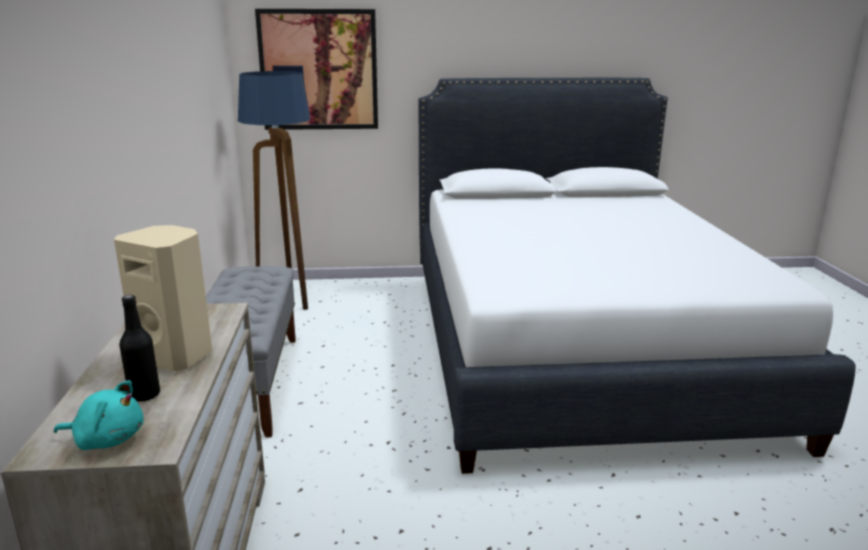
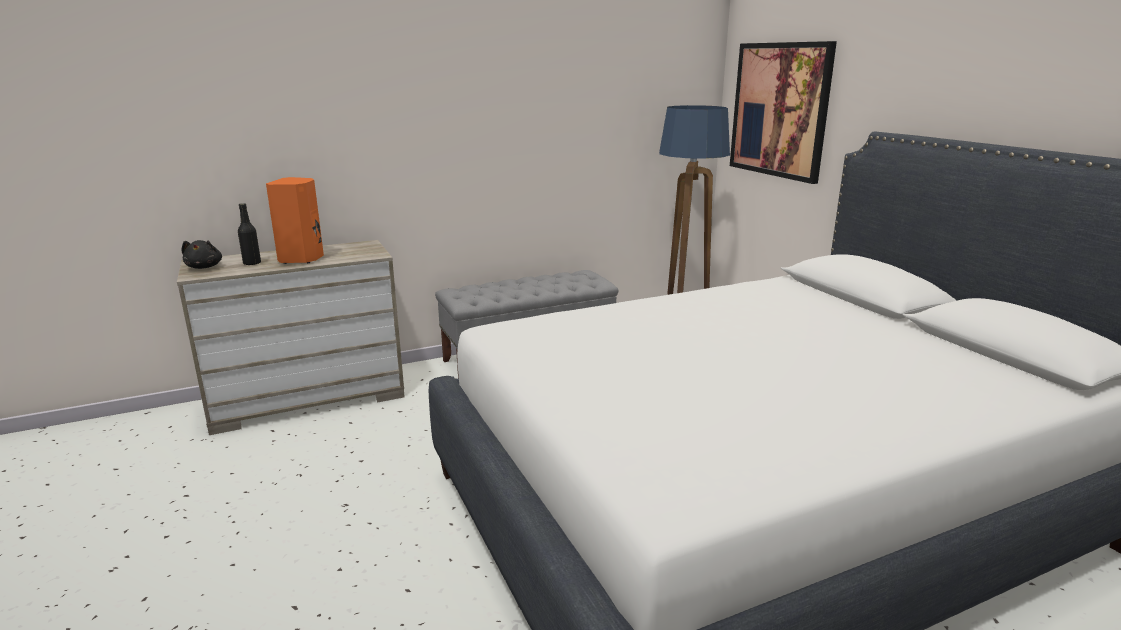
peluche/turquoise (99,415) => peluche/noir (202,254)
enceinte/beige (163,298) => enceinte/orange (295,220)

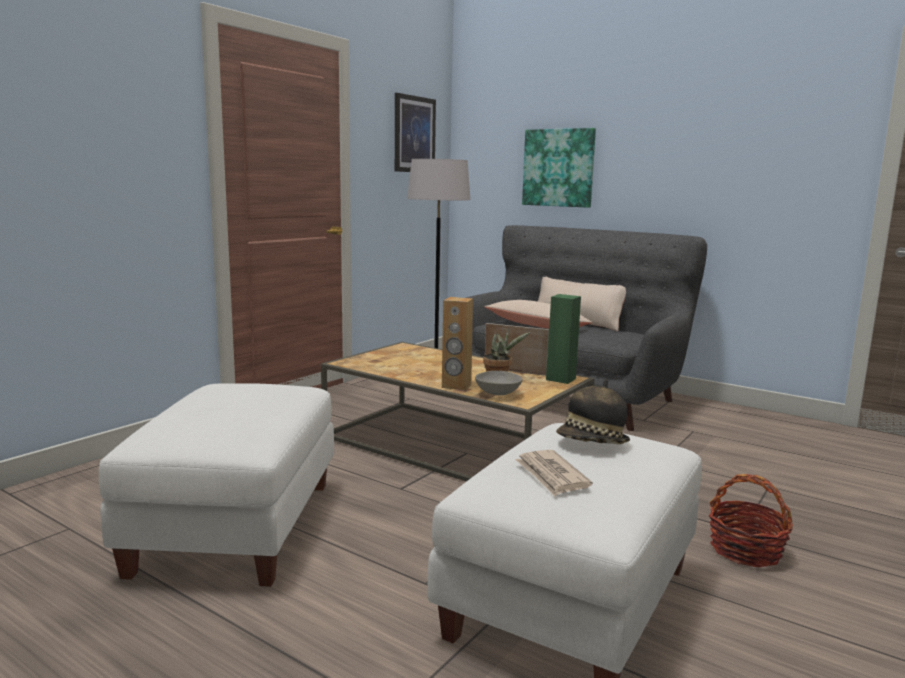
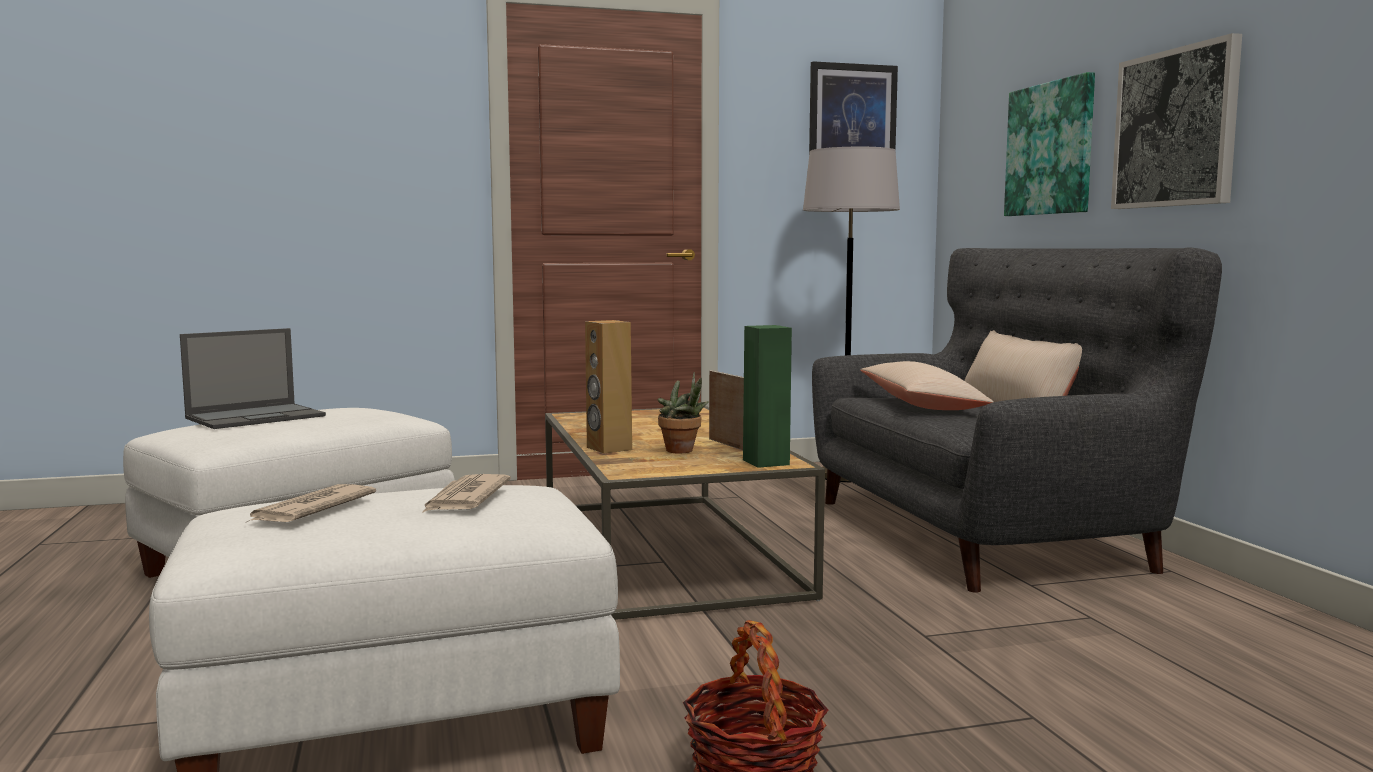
bol/gris (499,383) => nothing
nothing => ordinateur portable (253,378)
nothing => tableau (1176,121)
chapeau (593,411) => journal (466,493)

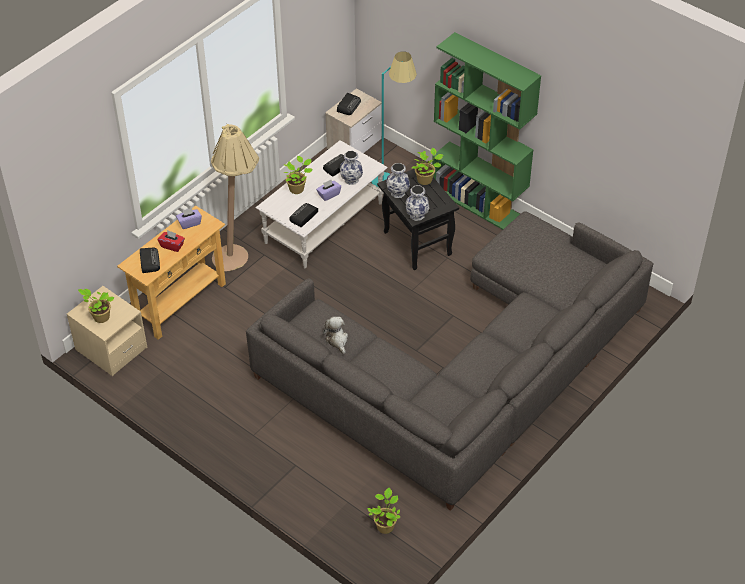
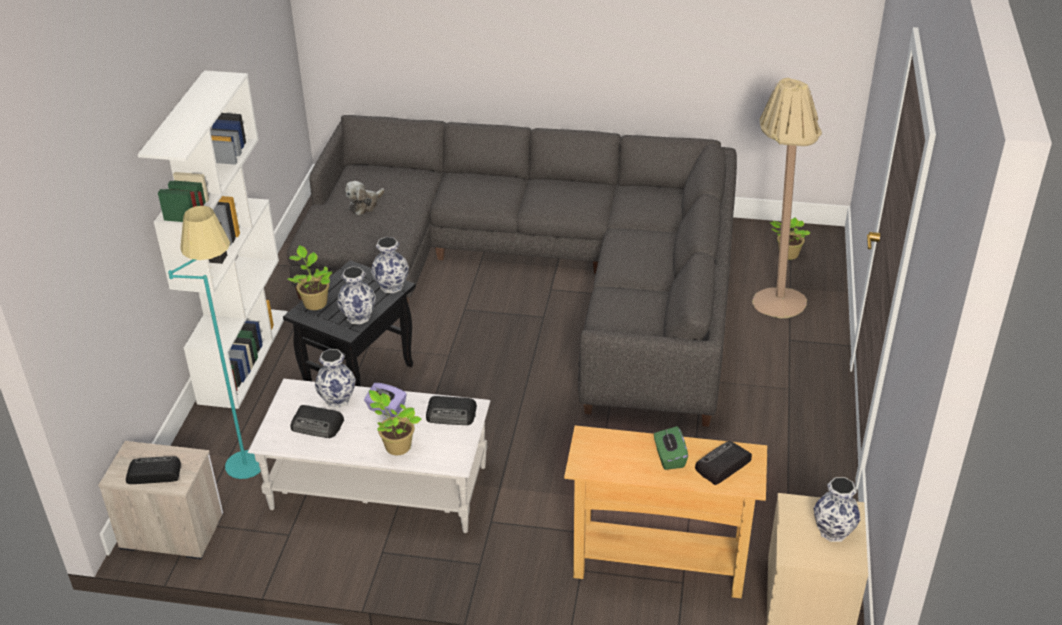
boîte à mouchoirs/violet (189,218) => nothing
lampadaire/beige (235,197) => lampadaire/beige (787,198), move
peluche (335,335) => peluche (365,198), move
plante en pot (96,306) => vase (837,509)
boîte à mouchoirs/rouge (171,241) => boîte à mouchoirs/vert (671,448)
bibliothèque/vert (486,131) => bibliothèque/blanc (213,239)

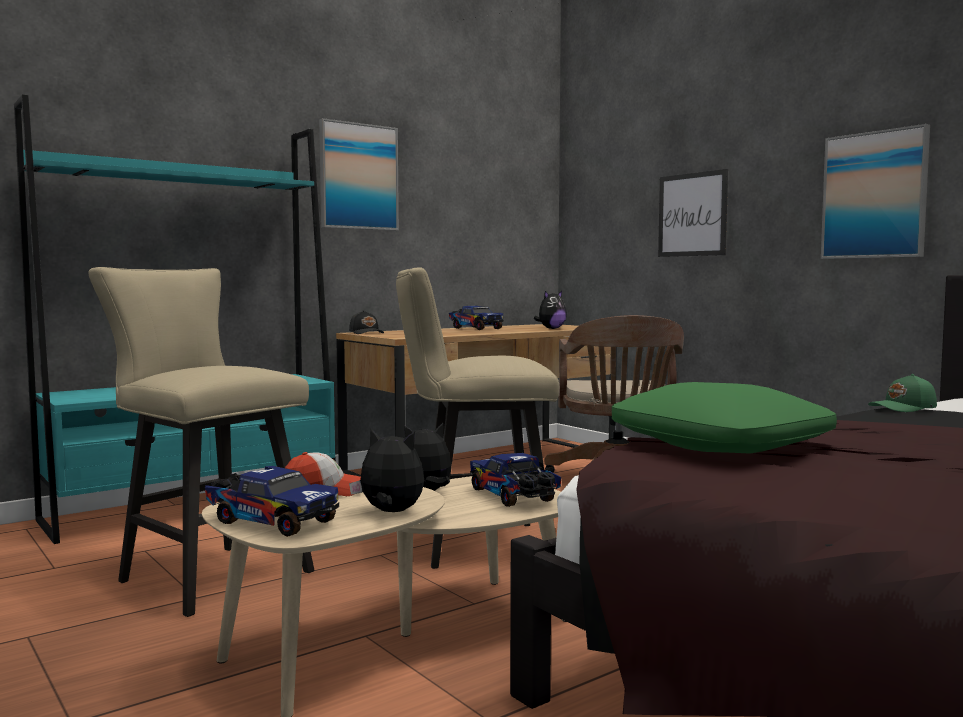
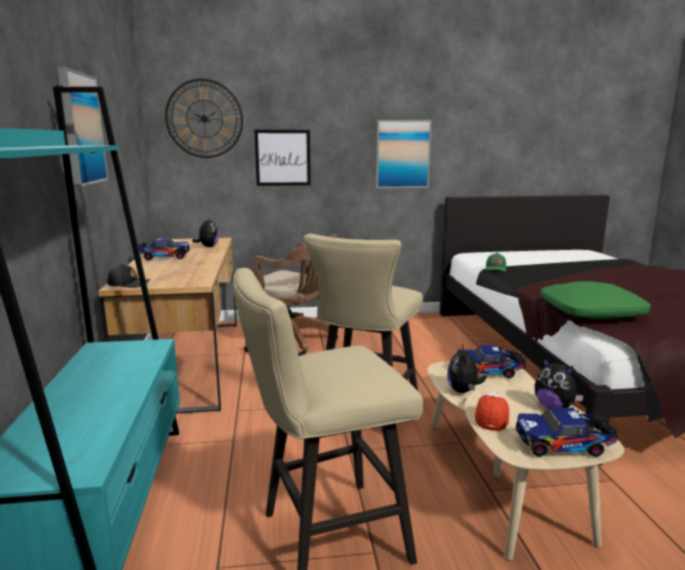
nothing => horloge murale (204,118)
camion jouet (272,501) => camion jouet (567,432), 150 degrees counterclockwise
peluche (386,470) => peluche (559,383), 90 degrees counterclockwise

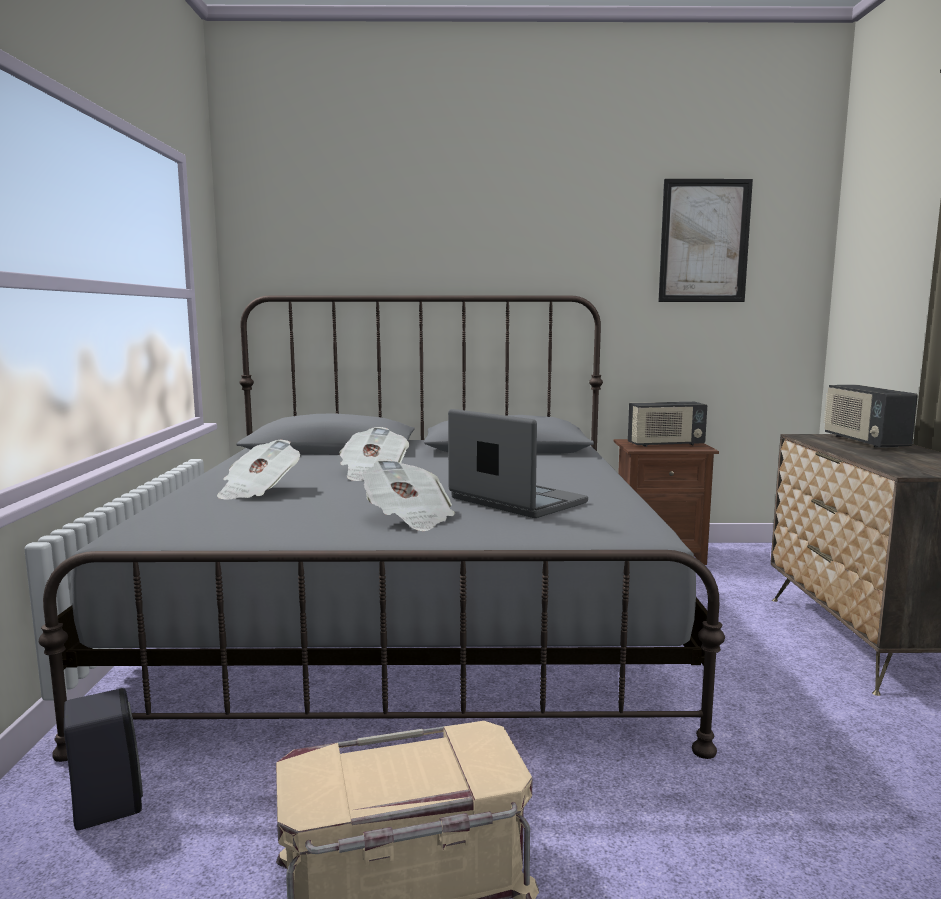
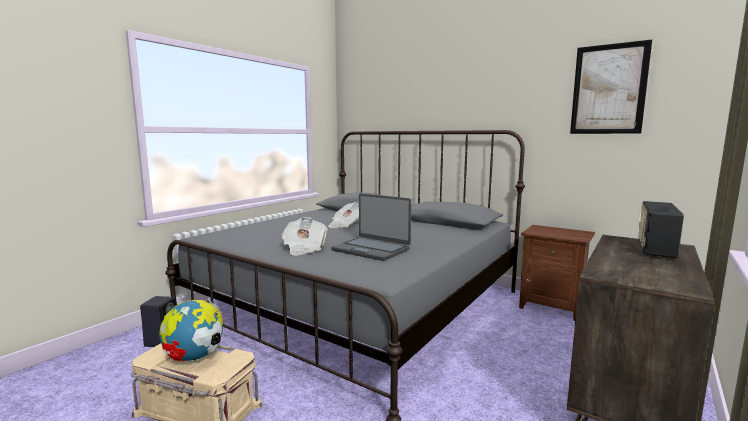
journal (258,470) => nothing
radio (667,424) => nothing
nothing => globe (191,330)
ordinateur portable (518,463) => ordinateur portable (371,227), 135 degrees clockwise

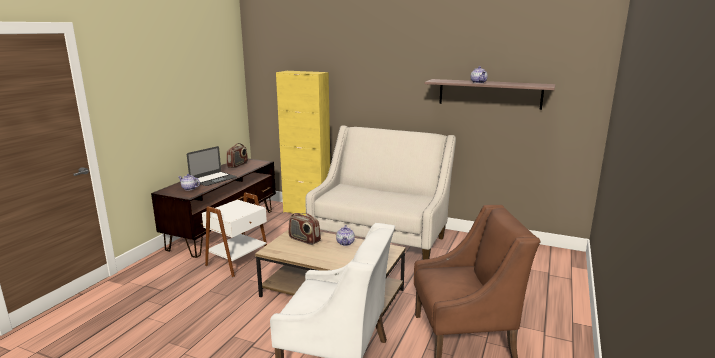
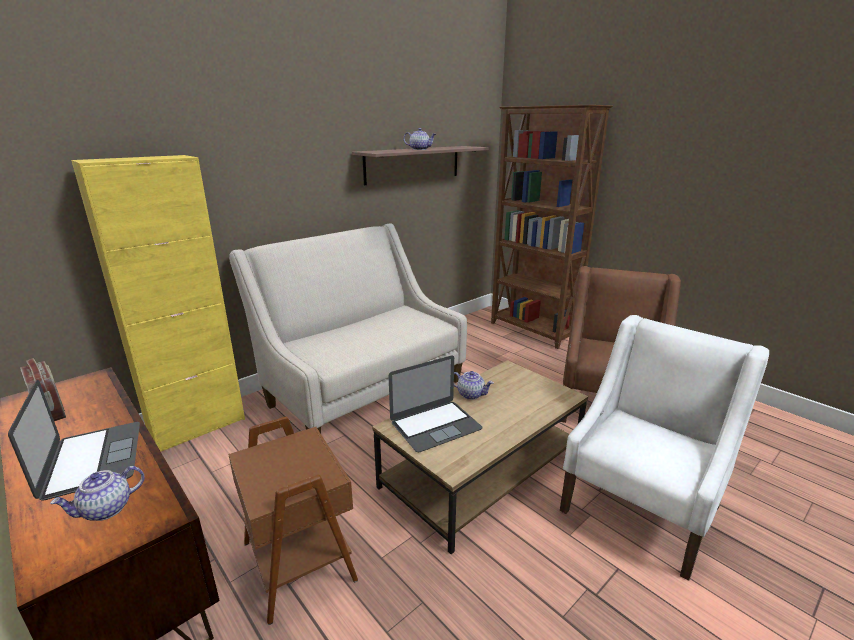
nothing => bibliothèque/marron (552,227)
radio (305,229) => ordinateur portable (436,404)
table d'appoint/blanc (234,234) => table d'appoint/marron (293,521)

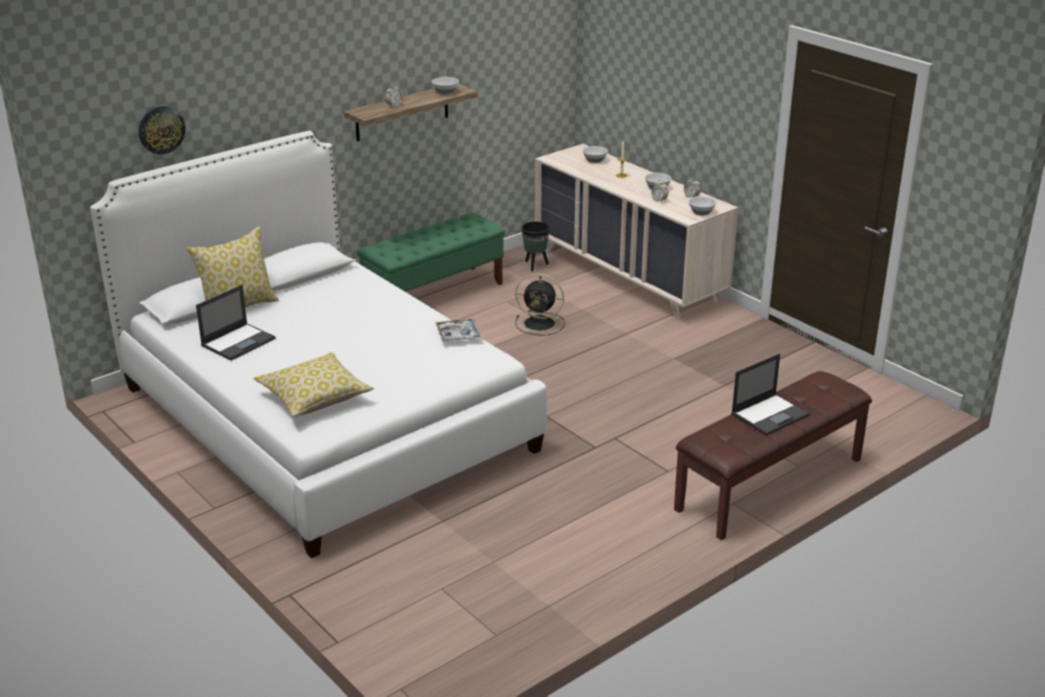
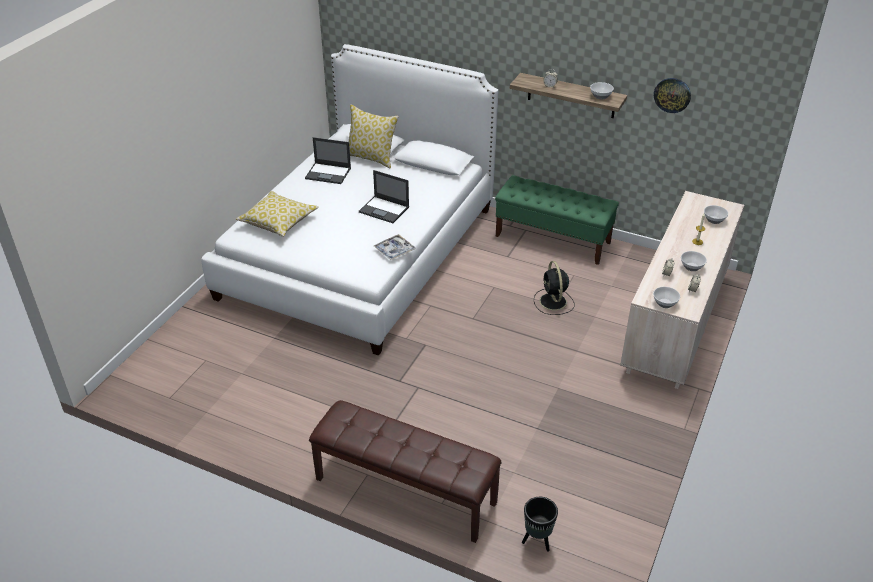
horloge murale (162,130) => horloge murale (672,95), move
cache-pot/noir (536,246) => cache-pot/noir (540,524), move
ordinateur portable (770,395) => ordinateur portable (384,196), move

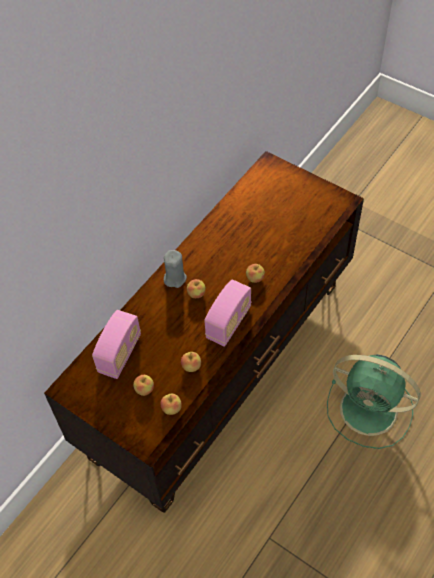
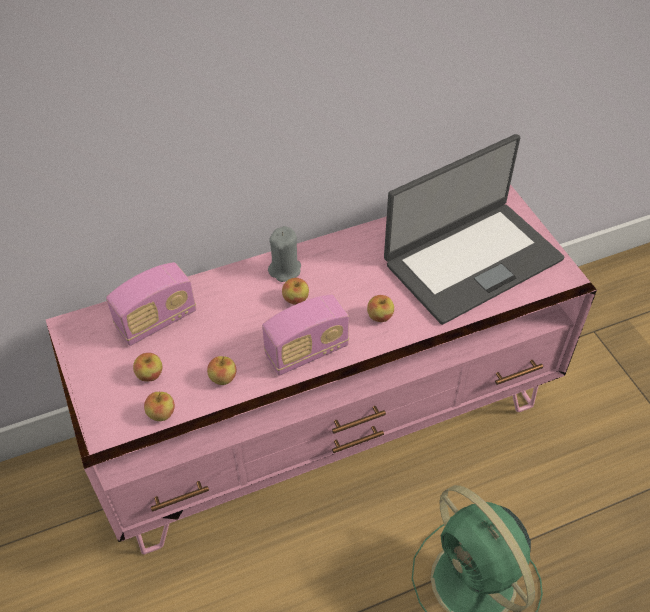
nothing => ordinateur portable (474,229)
meuble télé/marron (204,332) => meuble télé/rose (321,369)

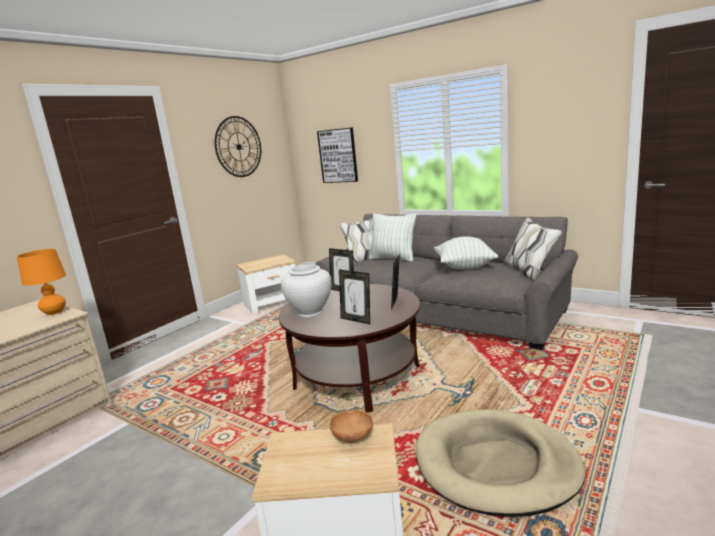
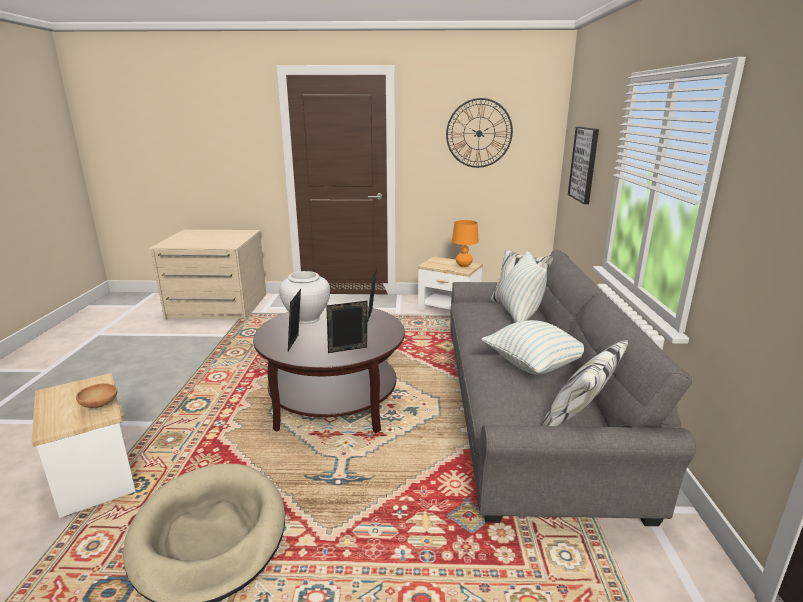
lampe de table/orange (41,282) => lampe de table/orange (465,243), move

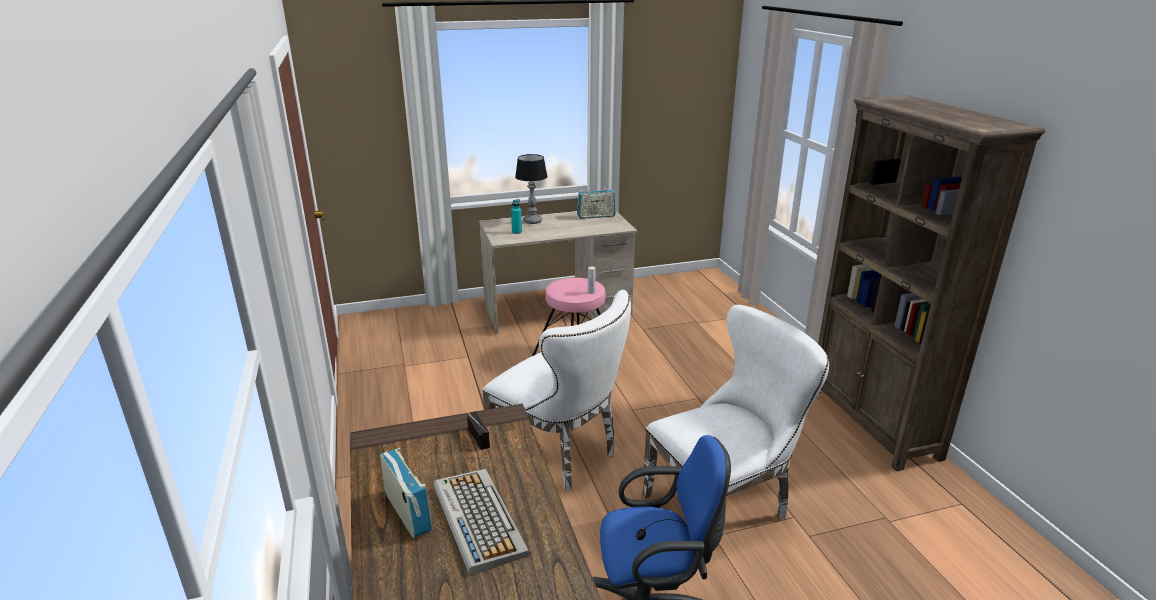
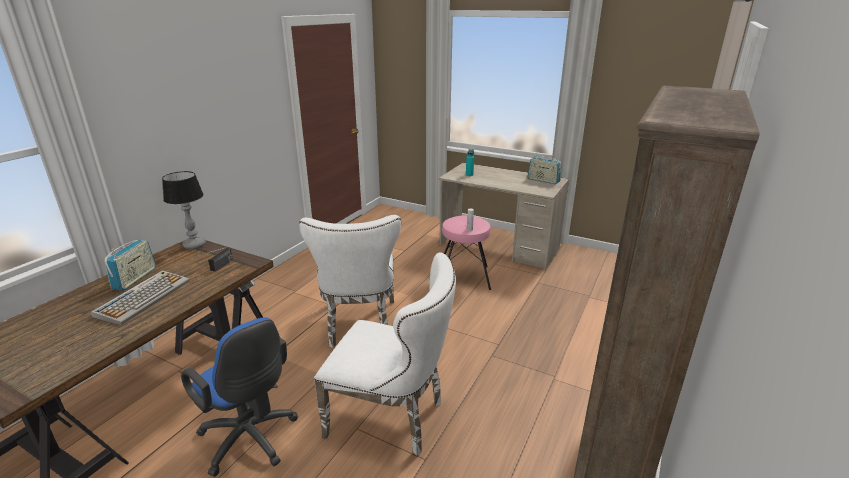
lampe de table (531,189) => lampe de table (184,210), move

